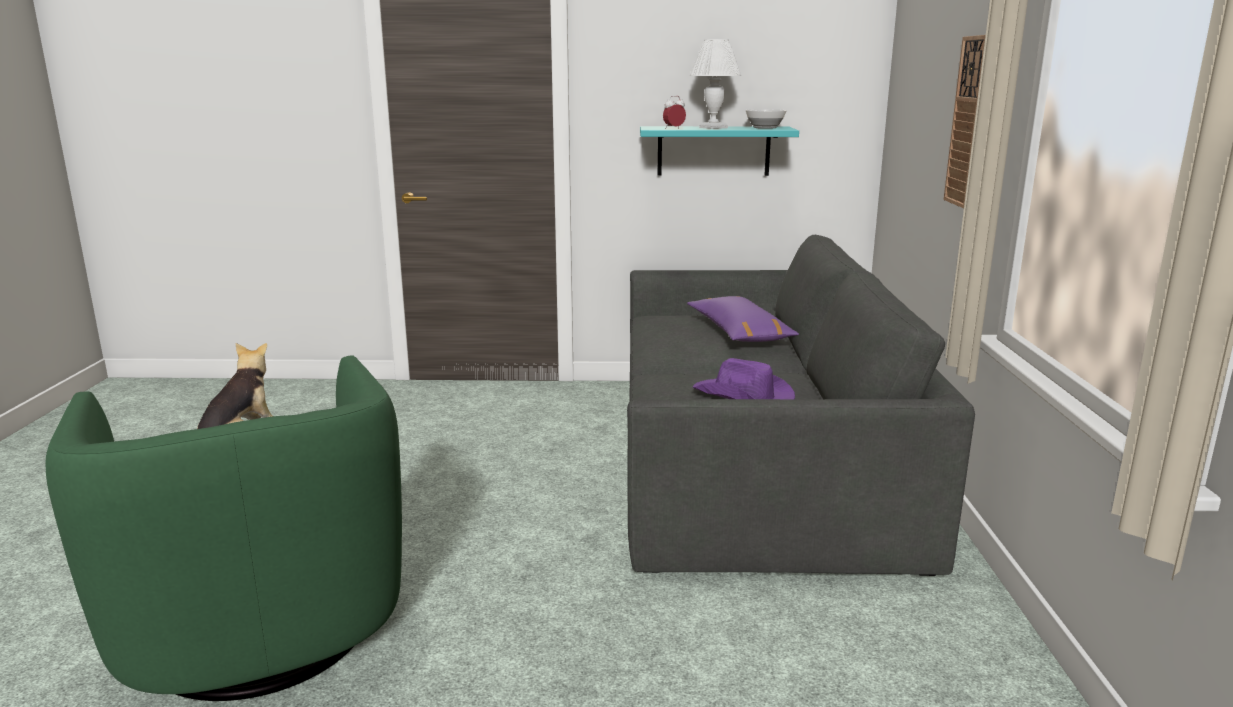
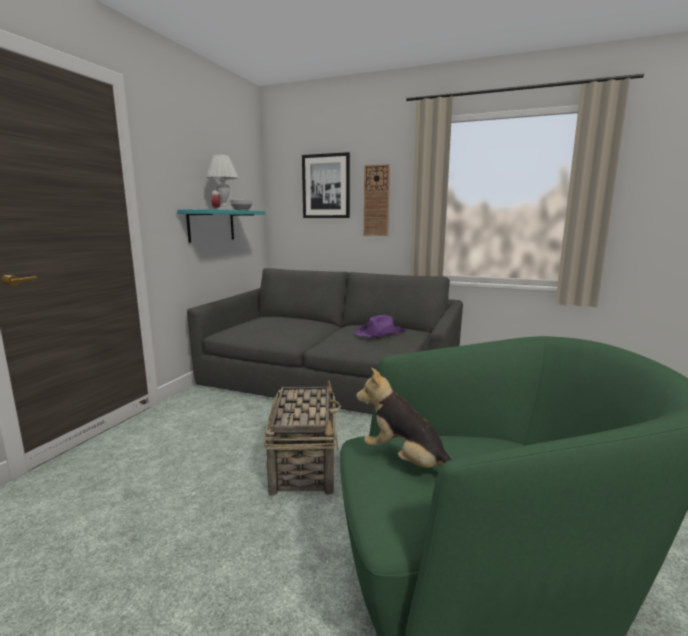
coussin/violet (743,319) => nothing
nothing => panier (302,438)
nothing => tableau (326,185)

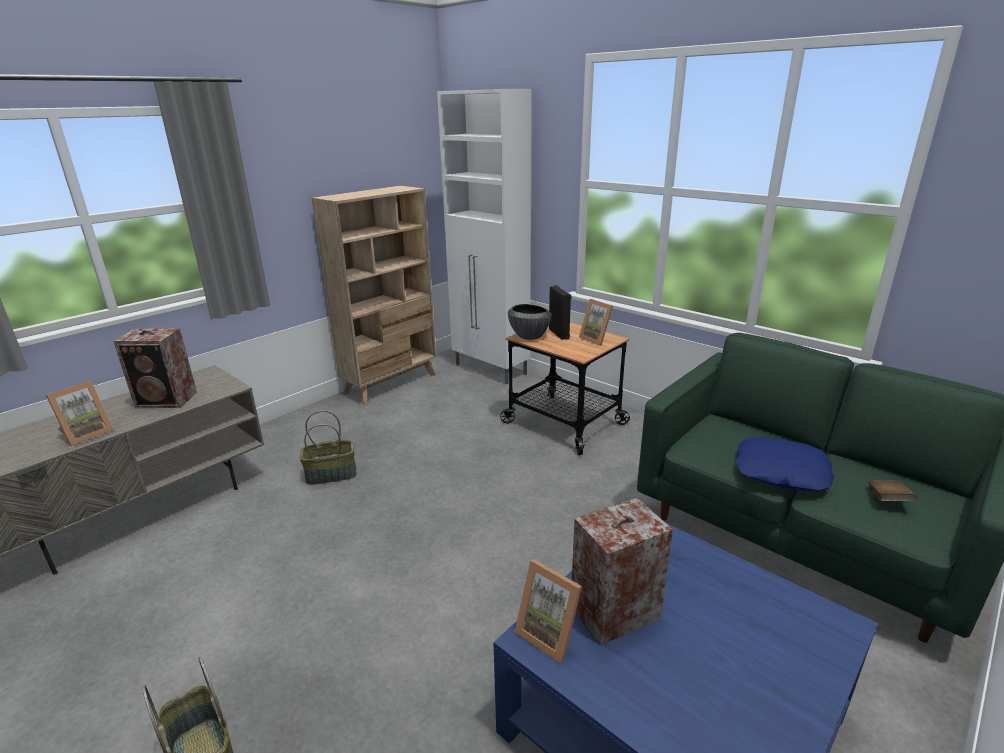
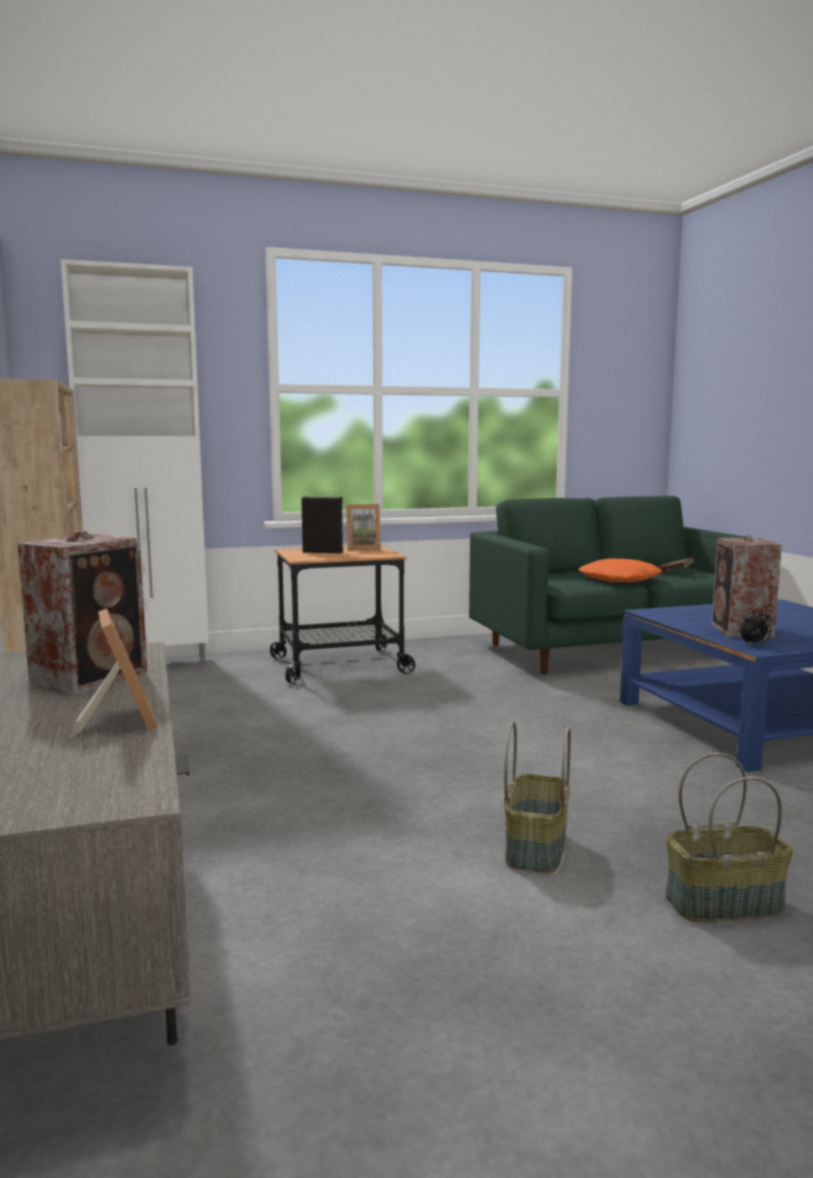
bol (530,322) => nothing
panier (328,447) => panier (537,797), move
cadre photo (548,611) => réveil (755,626)
coussin/bleu (785,464) => coussin/orange (620,570)

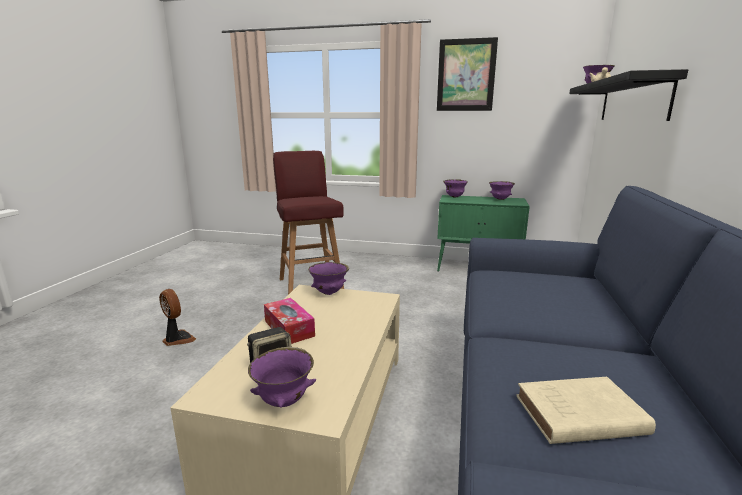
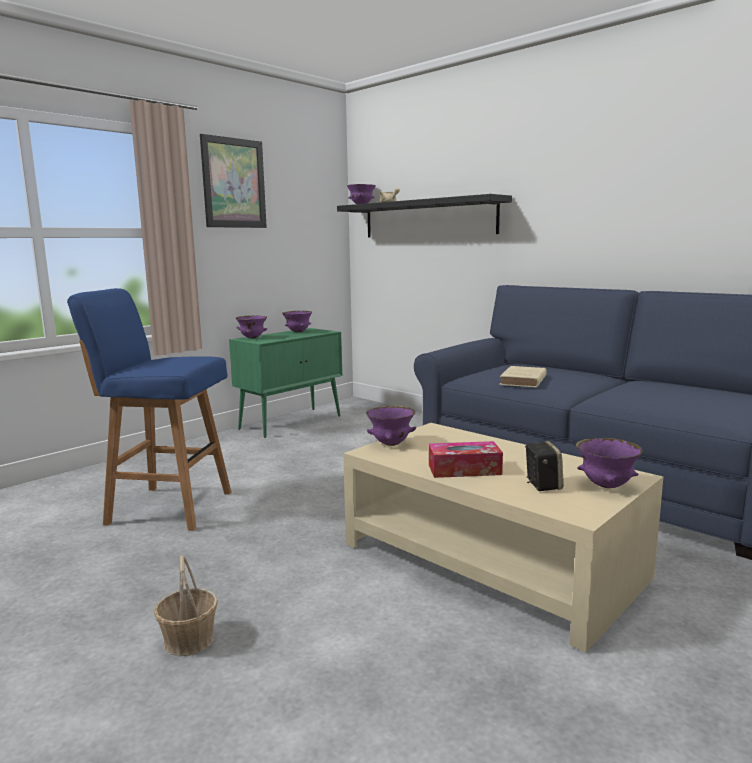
livre/beige (586,410) => livre/beige (523,376), move
ventilateur (177,317) => panier (186,605)
tabouret/rouge (308,223) => tabouret/bleu (149,409)

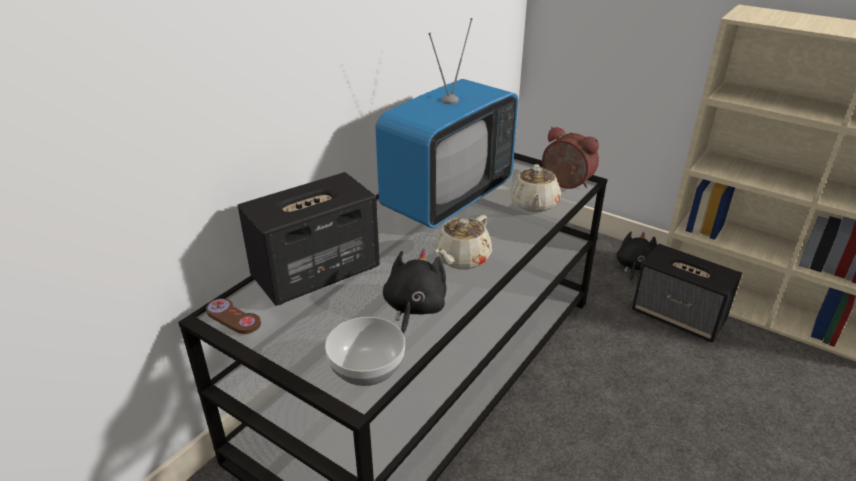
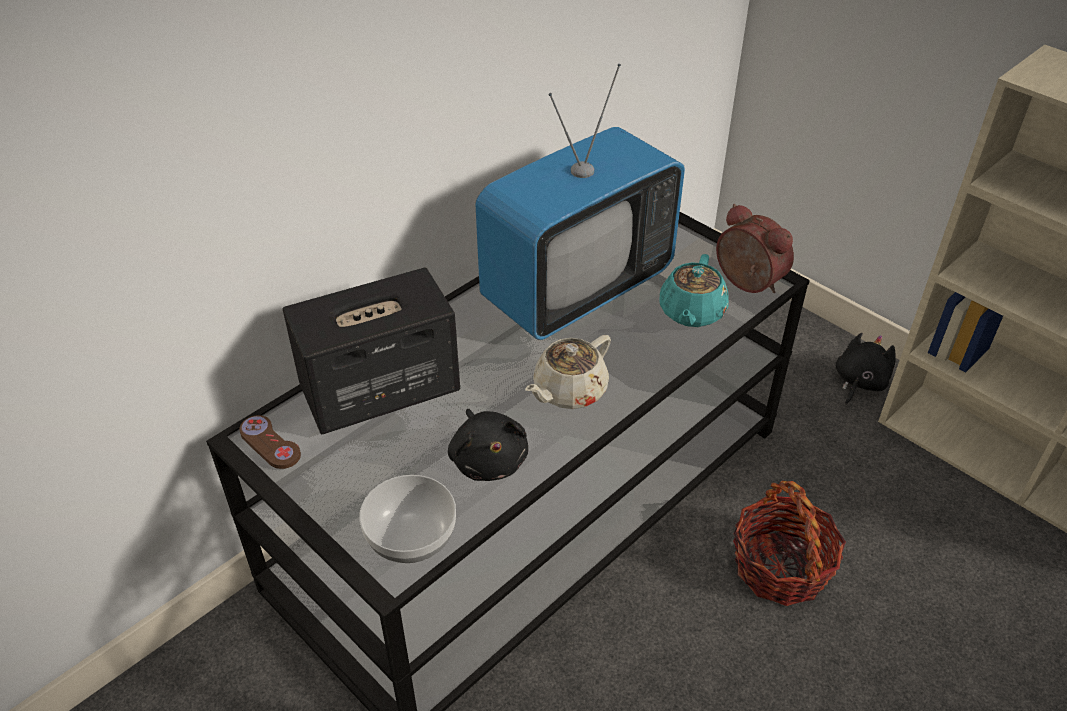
enceinte (687,293) => nothing
nothing => panier (789,543)
théière/beige (535,188) => théière/turquoise (694,290)
peluche/noir (414,291) => peluche/noir (488,445), 135 degrees clockwise

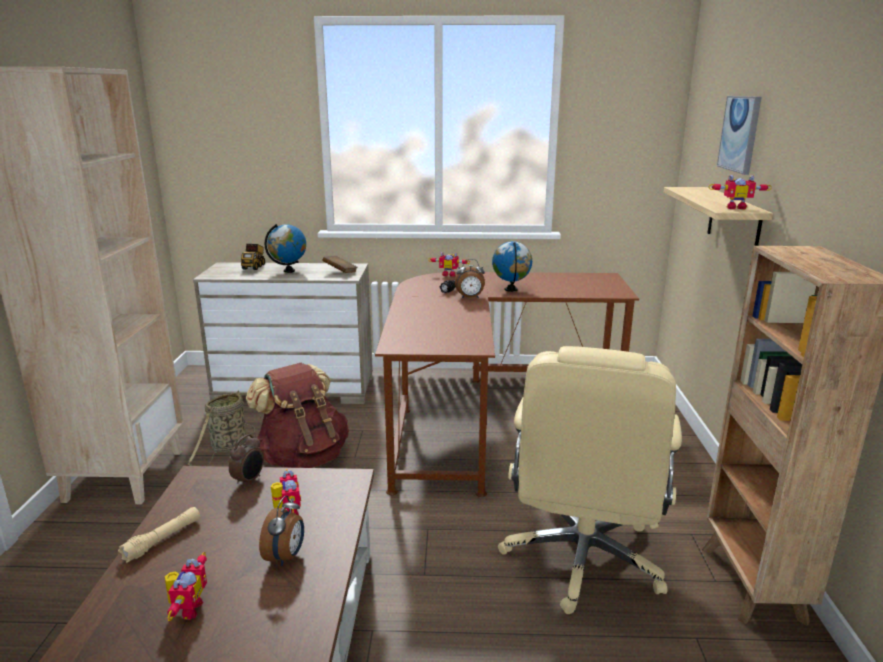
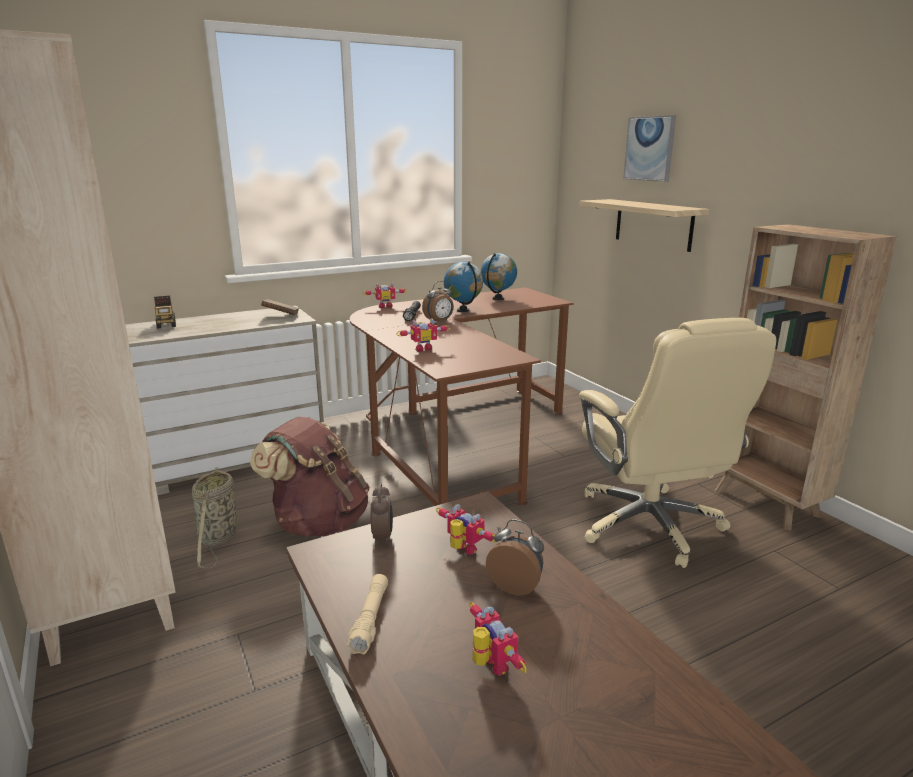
globe (285,248) => globe (499,276), move
robot jouet (740,192) => robot jouet (423,335), move
réveil (281,530) => réveil (515,557), 45 degrees counterclockwise

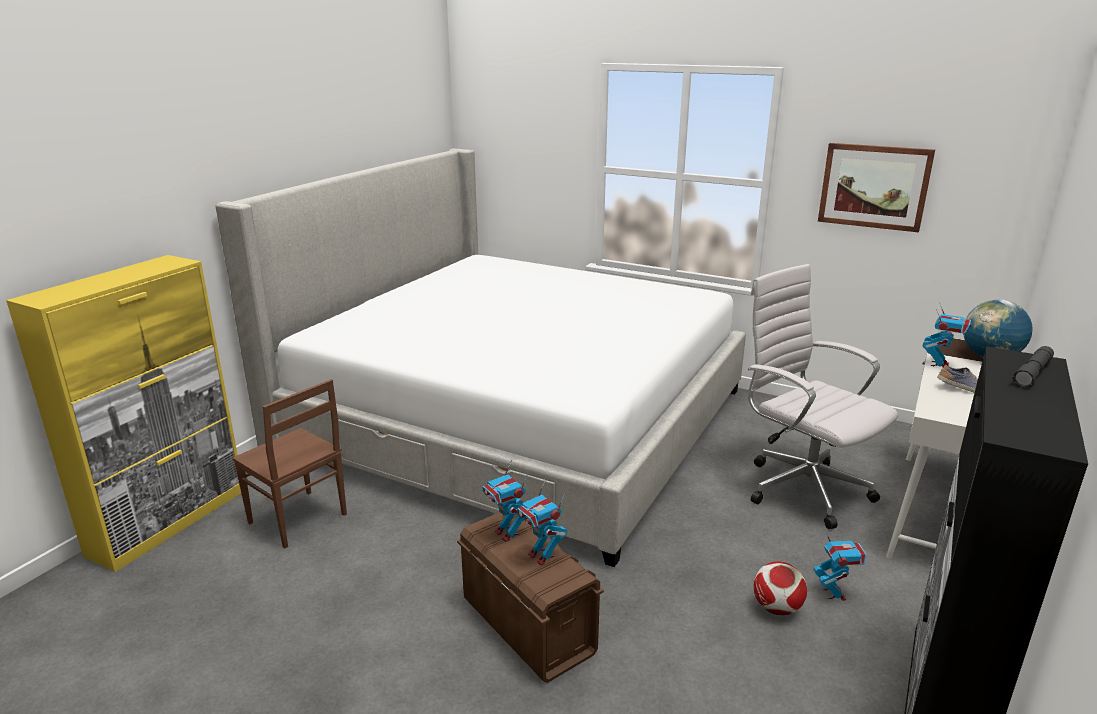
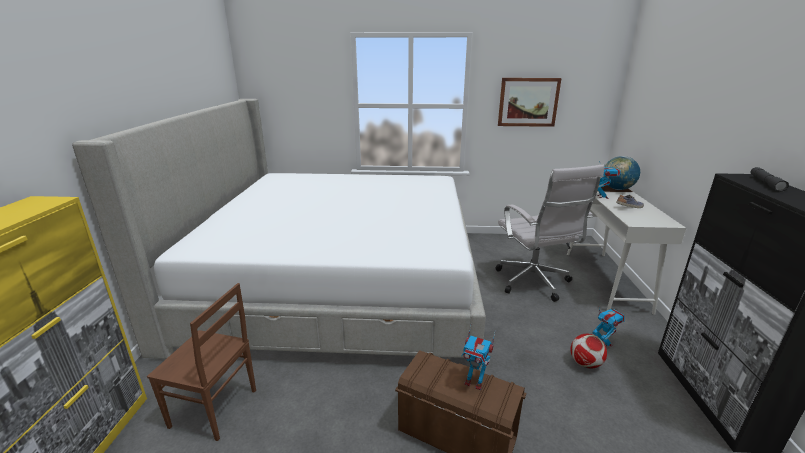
robot jouet (505,501) => nothing
chaise de bureau/blanc (823,396) => chaise de bureau/blanc (550,233), 135 degrees counterclockwise

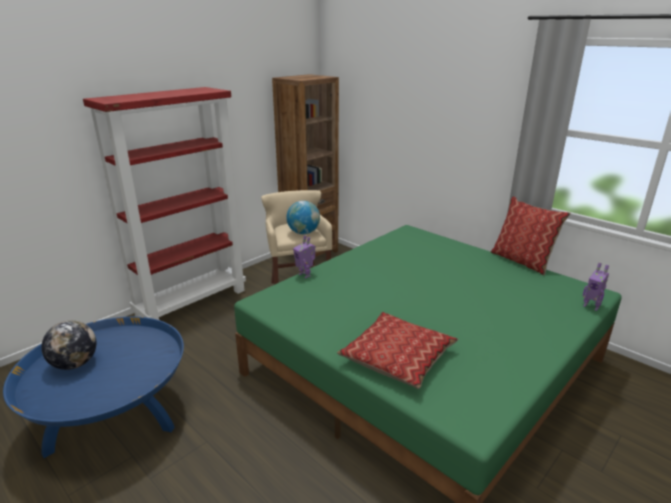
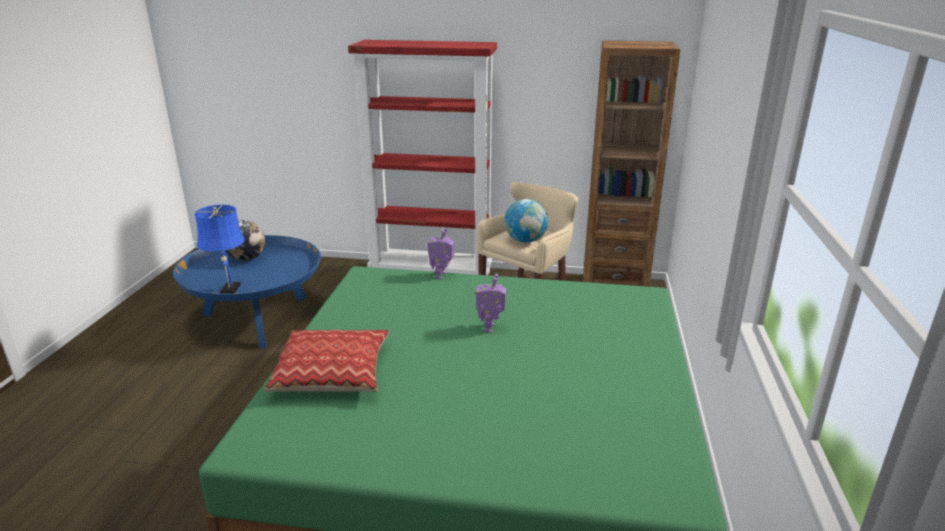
coussin (530,235) => nothing
nothing => lampe de table/bleu (219,249)
robot jouet (596,287) => robot jouet (490,303), move

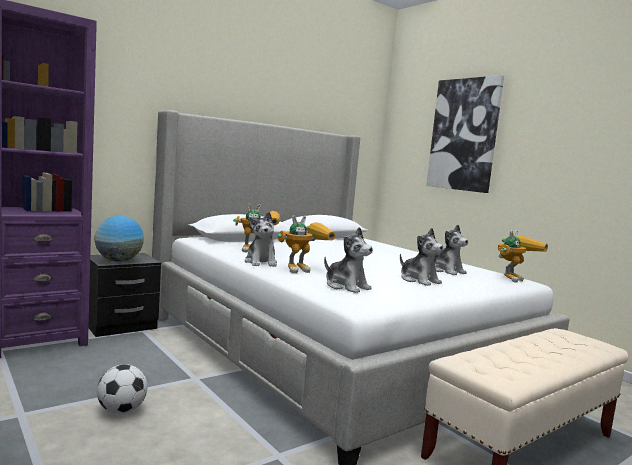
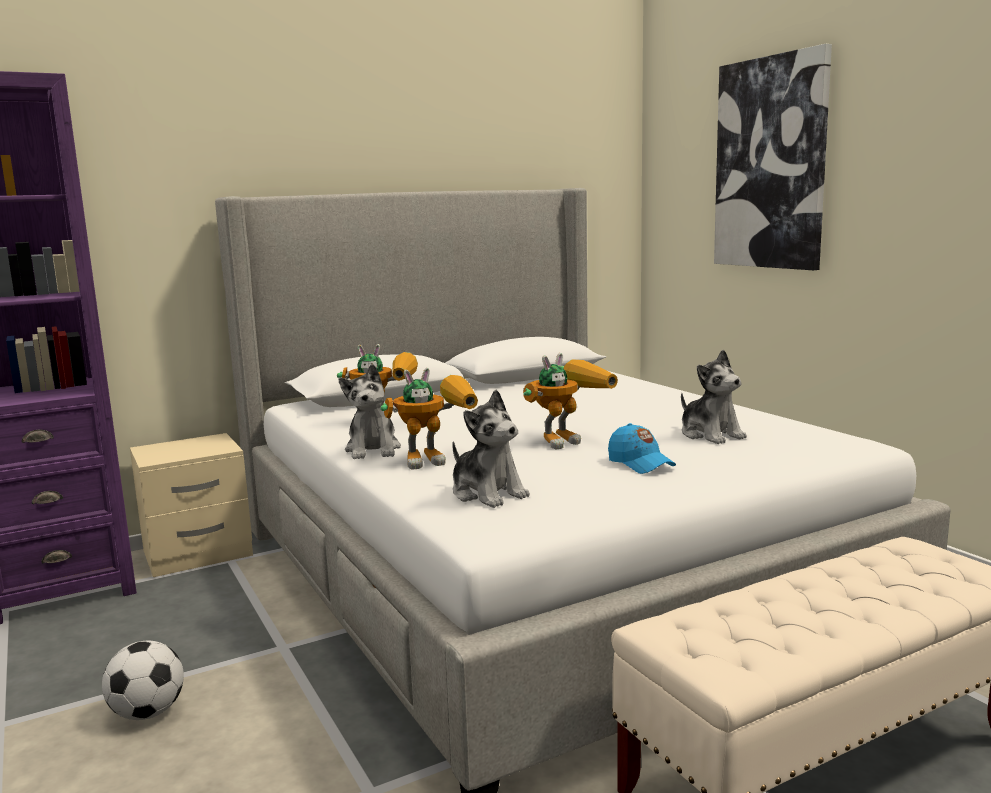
globe (119,239) => nothing
robot jouet (523,256) => robot jouet (570,401), move
peluche (421,257) => casquette/bleu (642,448)
table de chevet/noir (124,295) => table de chevet/beige (191,505)

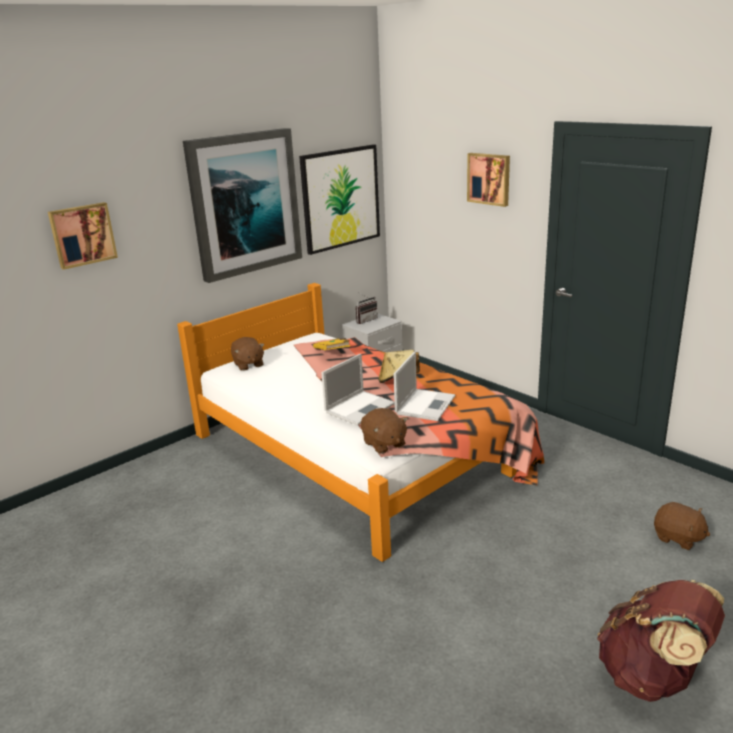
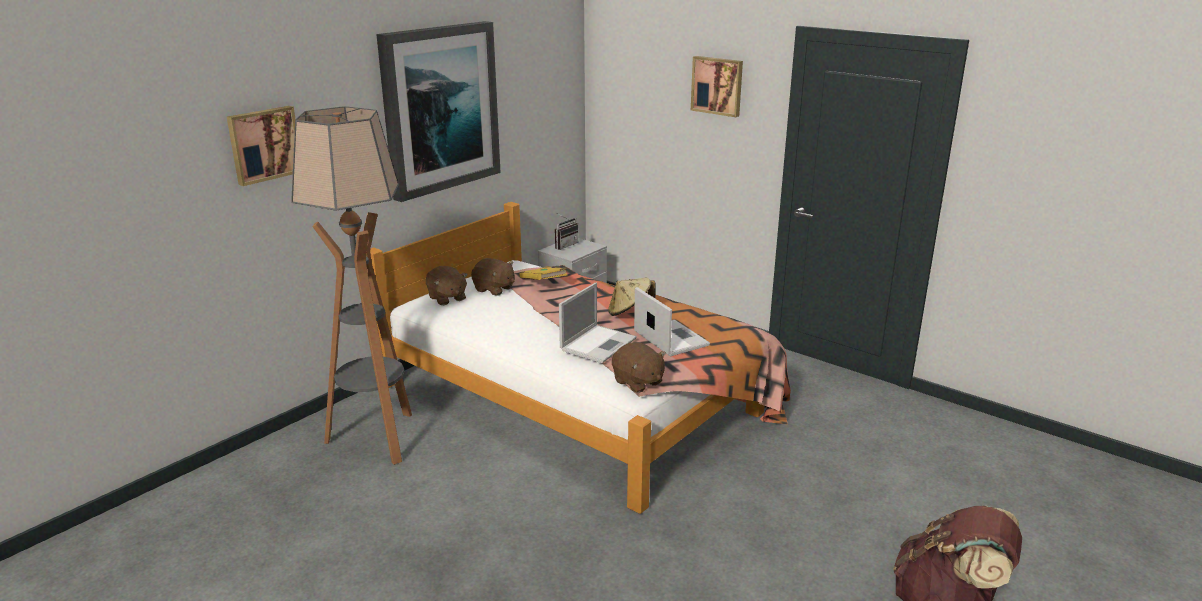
tableau (339,199) => nothing
nothing => lampadaire (351,285)
peluche/marron (682,526) => peluche/marron (493,277), move
ordinateur portable (424,386) => ordinateur portable (672,321), 45 degrees counterclockwise

